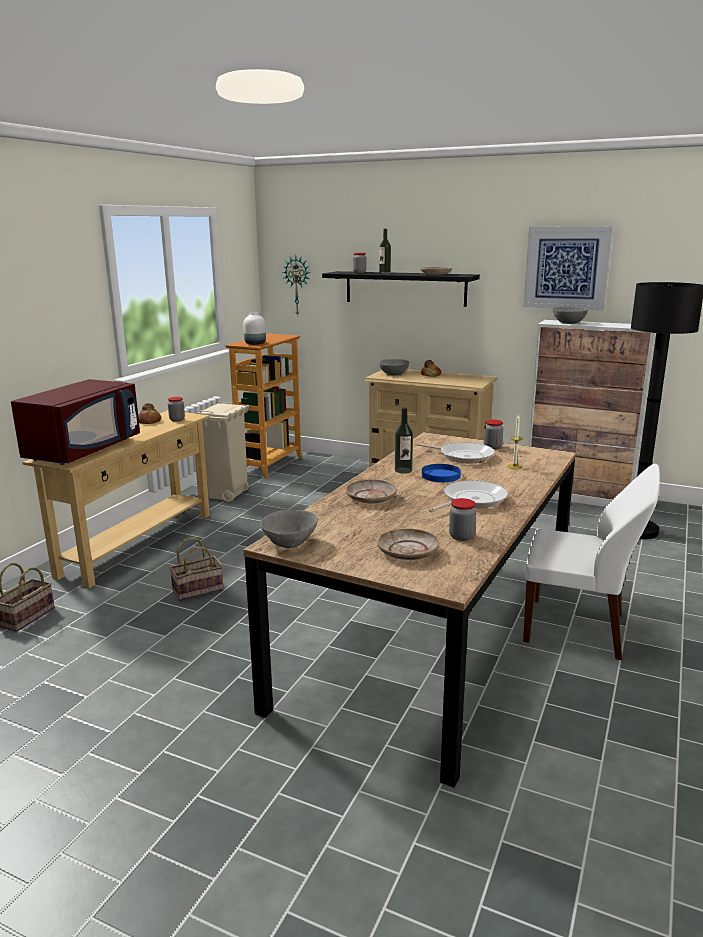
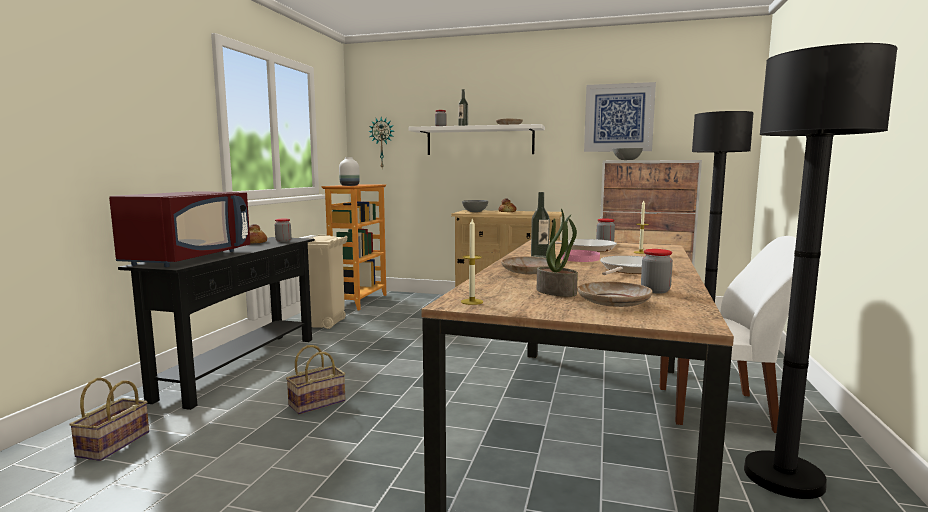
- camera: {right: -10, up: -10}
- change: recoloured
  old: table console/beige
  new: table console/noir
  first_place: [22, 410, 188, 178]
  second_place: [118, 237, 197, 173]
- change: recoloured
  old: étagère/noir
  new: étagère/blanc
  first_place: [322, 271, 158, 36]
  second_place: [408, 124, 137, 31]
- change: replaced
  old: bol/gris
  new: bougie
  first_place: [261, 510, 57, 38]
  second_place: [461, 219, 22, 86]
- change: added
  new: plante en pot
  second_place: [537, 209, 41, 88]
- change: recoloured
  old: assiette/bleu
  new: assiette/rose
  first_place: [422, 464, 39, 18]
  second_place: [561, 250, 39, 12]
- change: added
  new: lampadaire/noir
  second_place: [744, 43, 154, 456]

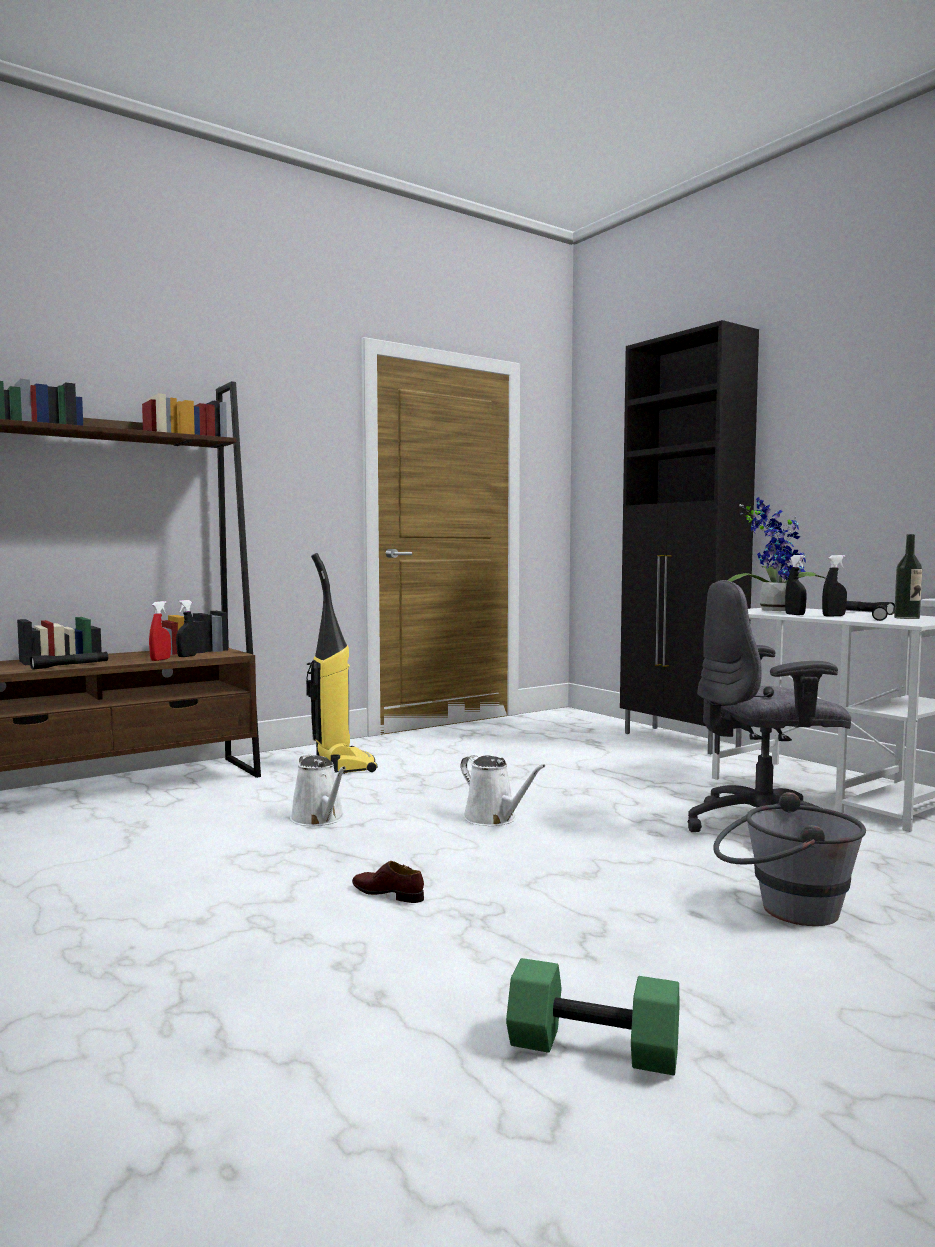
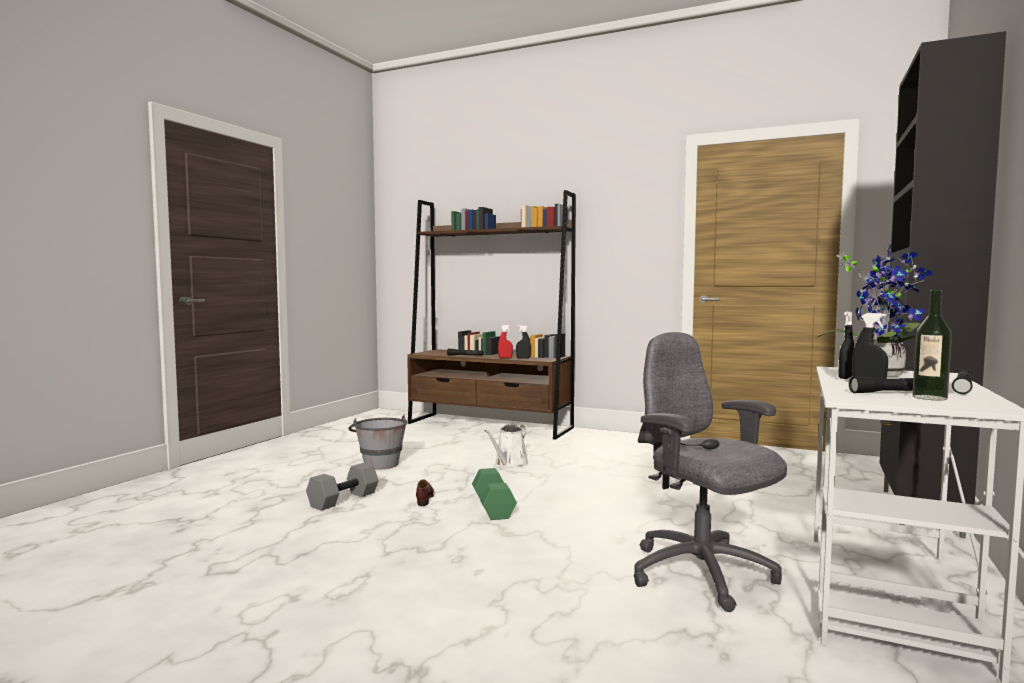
- camera: {right: 60, up: 0}
- change: added
  new: haltère/gris
  second_place: [306, 463, 72, 48]
- change: moved
  old: seau/gris
  first_place: [713, 792, 153, 134]
  second_place: [348, 414, 59, 56]
- change: moved
  old: haltère/vert
  first_place: [506, 958, 173, 118]
  second_place: [472, 468, 45, 52]
- change: removed
  old: aspirateur
  first_place: [306, 553, 72, 221]
- change: removed
  old: arrosoir/blanc
  first_place: [460, 755, 86, 71]

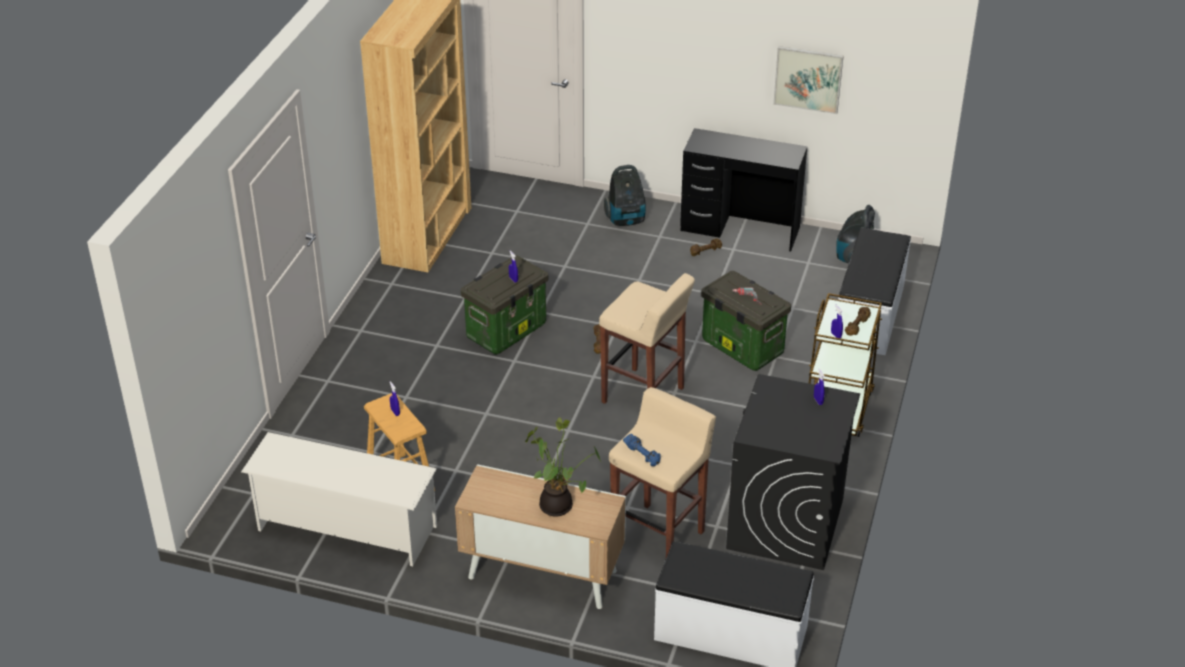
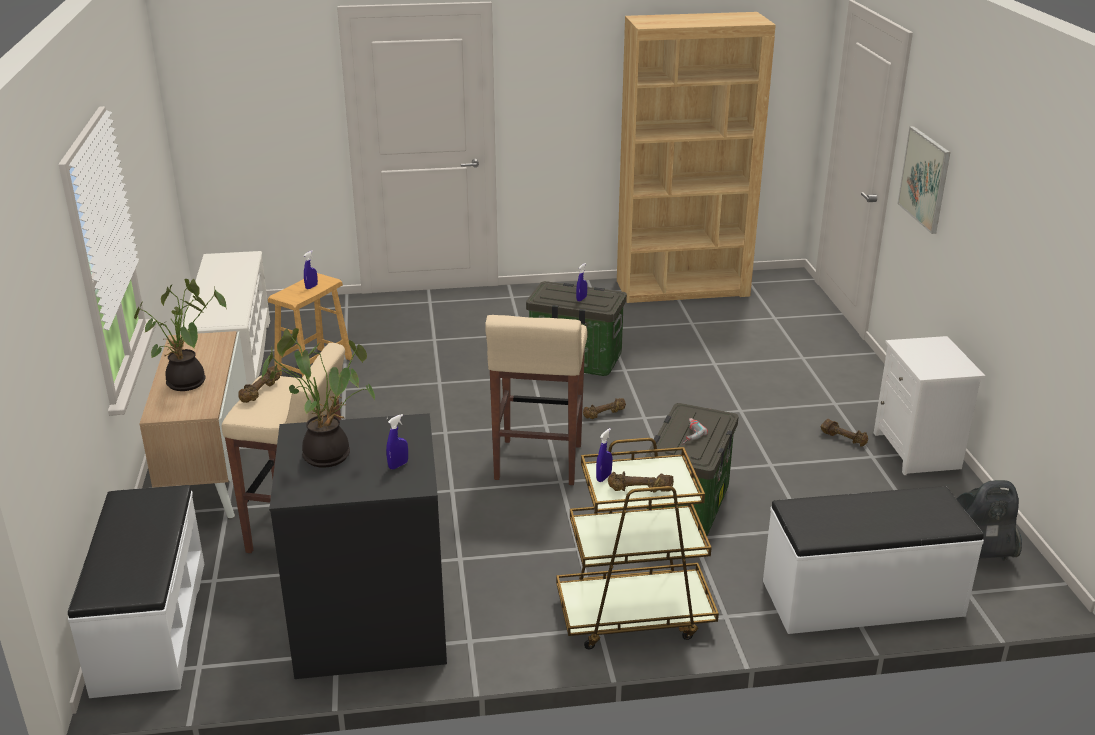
- camera: {right: 65, up: -10}
- change: recoloured
  old: haltère/bleu
  new: haltère/marron
  first_place: [623, 434, 38, 32]
  second_place: [238, 366, 42, 37]
- change: added
  new: plante en pot
  second_place: [262, 328, 113, 140]
- change: replaced
  old: bureau/noir
  new: table de chevet/blanc
  first_place: [680, 128, 127, 123]
  second_place: [874, 336, 111, 139]
- change: moved
  old: tableau
  first_place: [773, 46, 70, 68]
  second_place: [898, 126, 52, 108]
- change: removed
  old: aspirateur
  first_place: [604, 165, 42, 61]

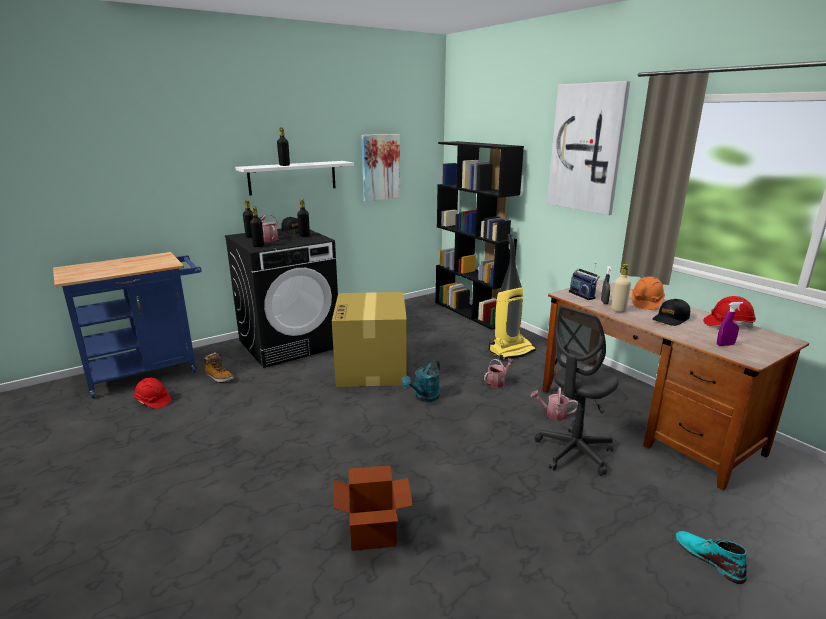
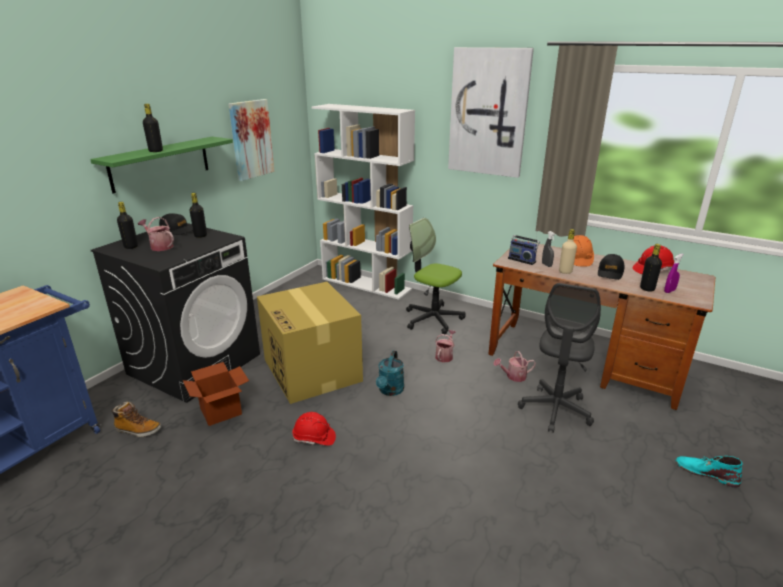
- camera: {right: -25, up: 5}
- change: recoloured
  old: étagère/blanc
  new: étagère/vert
  first_place: [235, 161, 119, 34]
  second_place: [90, 137, 143, 57]
- change: moved
  old: carton
  first_place: [333, 465, 80, 86]
  second_place: [183, 362, 66, 64]
- change: moved
  old: casque de chantier/rouge
  first_place: [134, 378, 37, 31]
  second_place: [292, 412, 44, 34]
- change: recoloured
  old: bibliothèque/noir
  new: bibliothèque/blanc
  first_place: [435, 141, 89, 189]
  second_place: [312, 104, 103, 196]
- change: replaced
  old: aspirateur
  new: chaise de bureau
  first_place: [489, 234, 47, 126]
  second_place: [406, 218, 60, 116]
- change: moved
  old: bouteille/noir
  first_place: [250, 207, 14, 40]
  second_place: [640, 244, 22, 48]

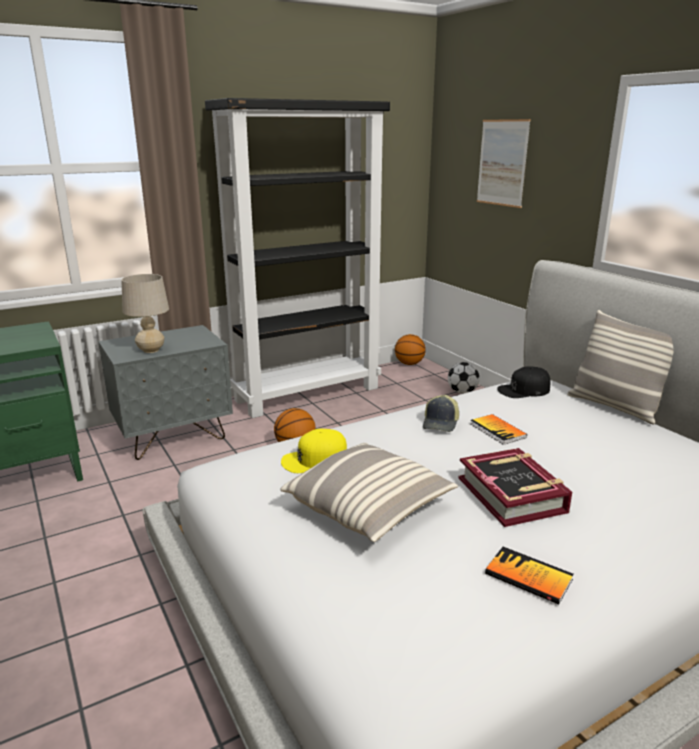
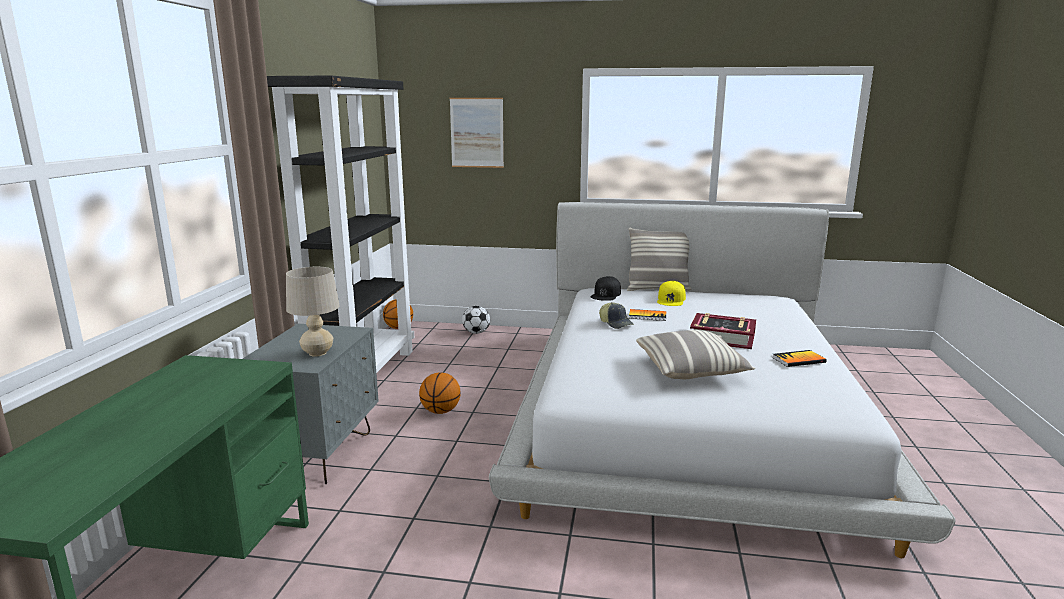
- camera: {right: -50, up: -5}
- change: moved
  old: casquette/jaune
  first_place: [281, 429, 66, 44]
  second_place: [657, 281, 29, 25]

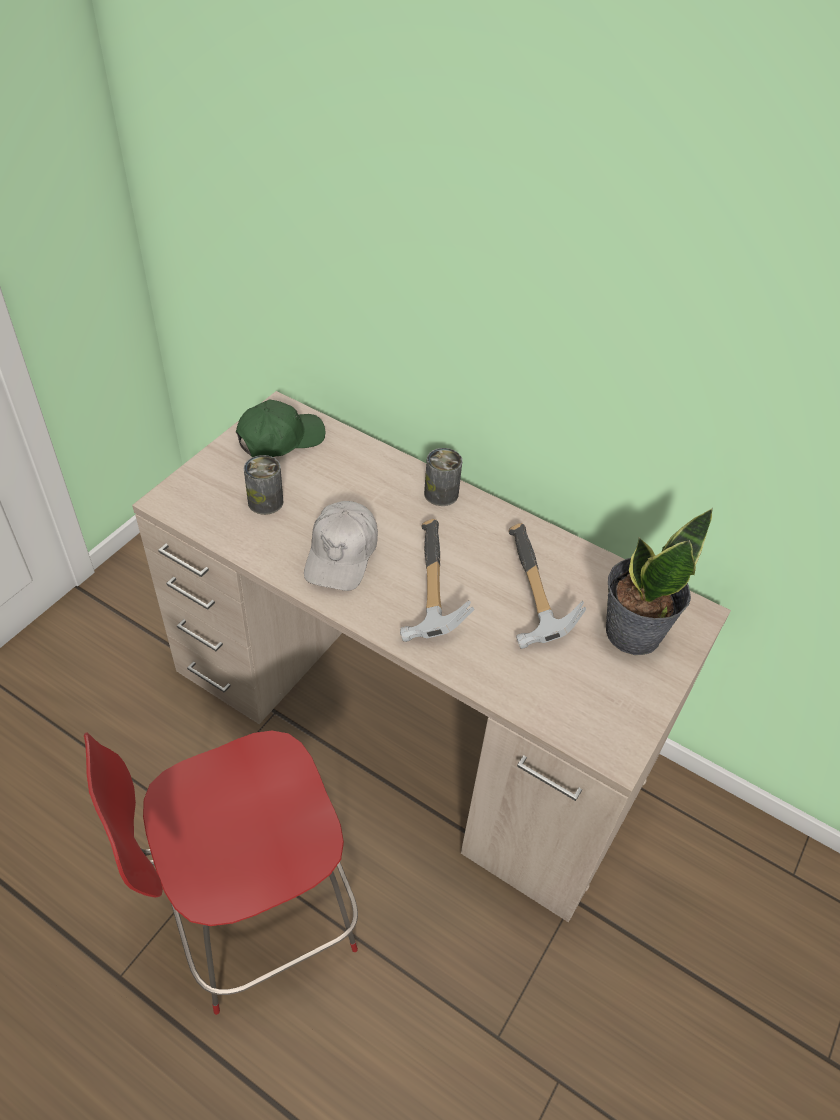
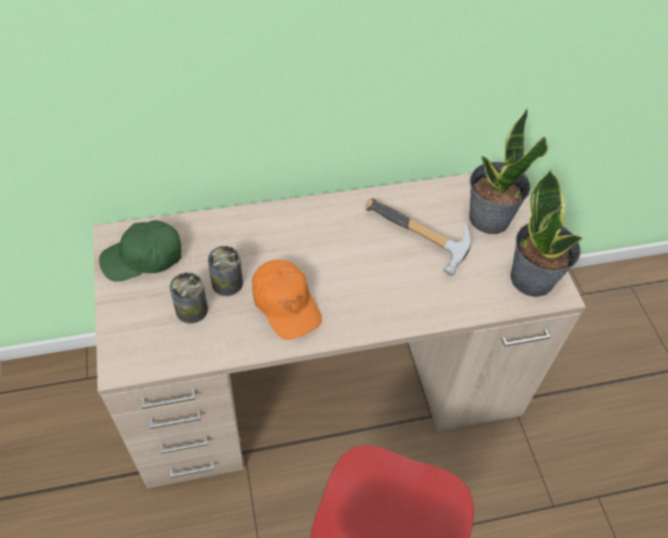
- camera: {right: -45, up: 5}
- change: turned
  old: casquette/vert
  first_place: [236, 399, 90, 58]
  second_place: [99, 220, 82, 62]
  degrees: -120
- change: moved
  old: boîte métallique
  first_place: [424, 448, 38, 58]
  second_place: [208, 246, 35, 50]
- change: recoloured
  old: casquette/blanc
  new: casquette/orange
  first_place: [304, 501, 74, 90]
  second_place: [252, 260, 70, 80]
- change: added
  new: plante en pot
  second_place: [510, 170, 73, 127]
- change: removed
  old: marteau
  first_place: [400, 519, 74, 123]

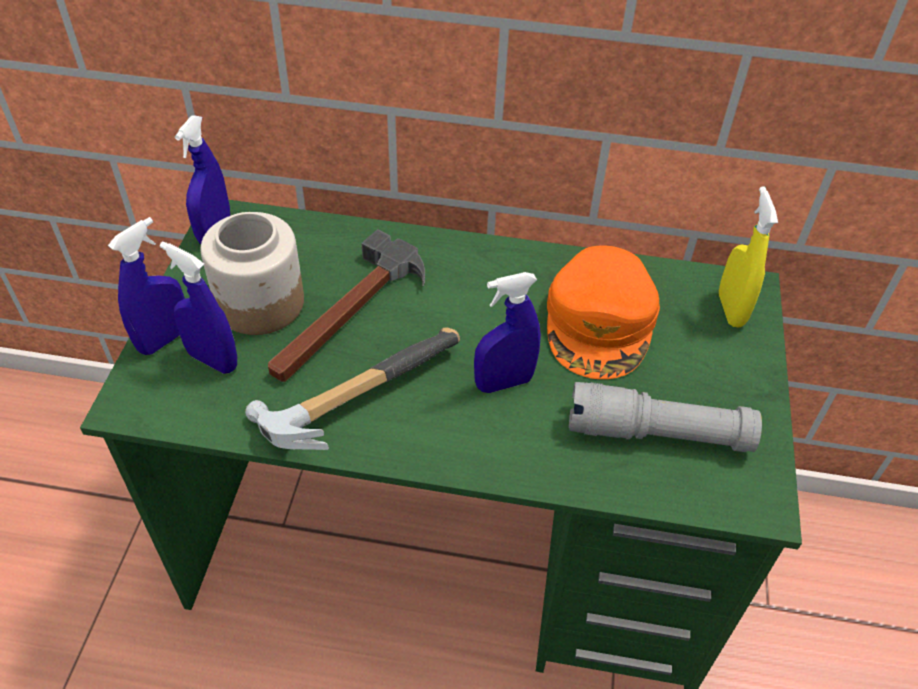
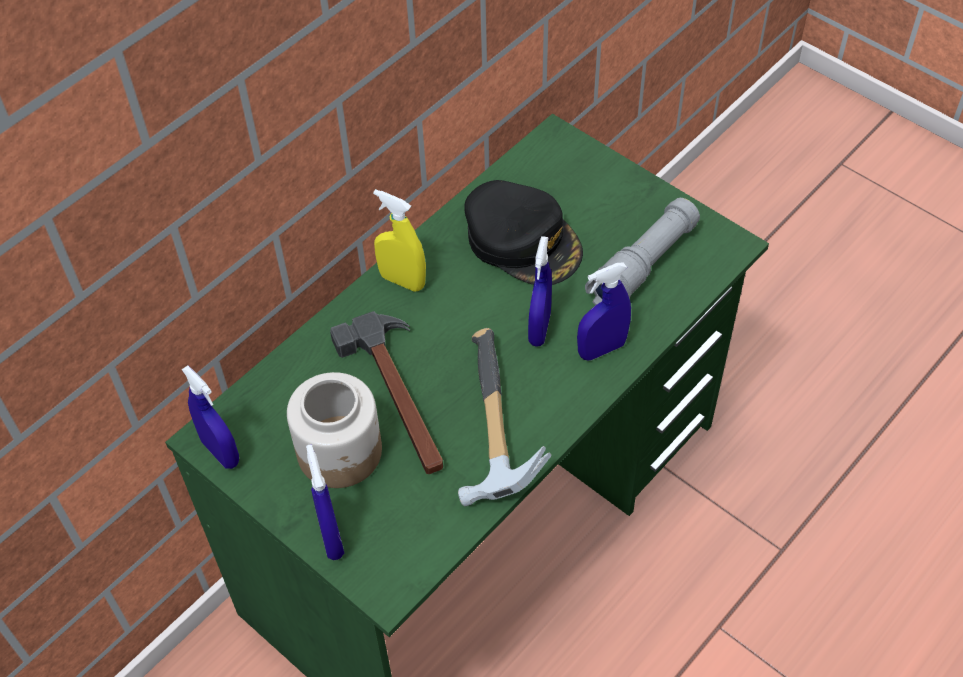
- camera: {right: -55, up: 5}
- change: moved
  old: vaporisateur/jaune
  first_place: [719, 186, 59, 141]
  second_place: [373, 189, 53, 103]
- change: recoloured
  old: casquette/orange
  new: casquette/noir
  first_place: [547, 246, 113, 133]
  second_place: [464, 180, 119, 105]
- change: moved
  old: vaporisateur/bleu
  first_place: [160, 241, 77, 133]
  second_place: [577, 262, 54, 98]

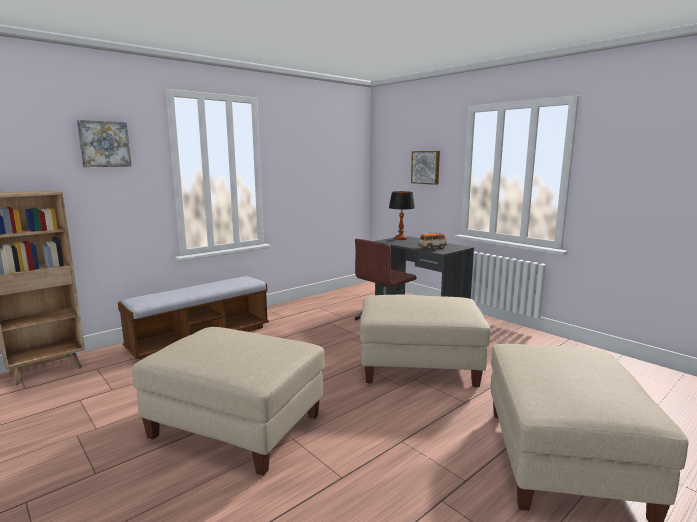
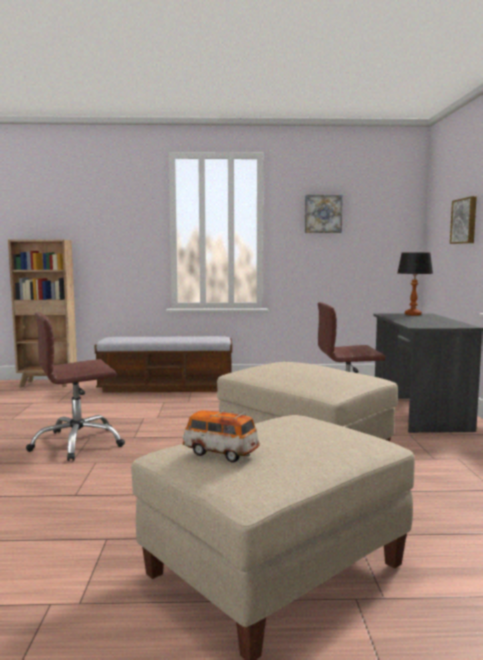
- camera: {right: 40, up: -5}
- change: replaced
  old: pouf/beige
  new: chaise de bureau/marron
  first_place: [132, 327, 192, 149]
  second_place: [26, 312, 99, 149]
- change: moved
  old: petite voiture
  first_place: [418, 232, 29, 18]
  second_place: [183, 410, 77, 53]
- change: moved
  old: tableau
  first_place: [77, 120, 54, 47]
  second_place: [305, 195, 38, 38]

